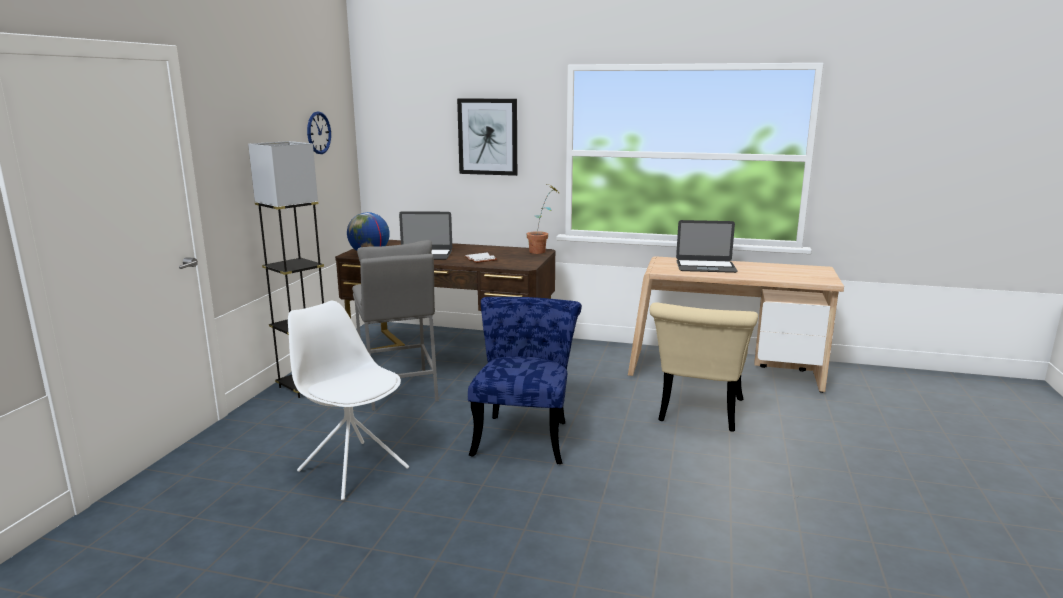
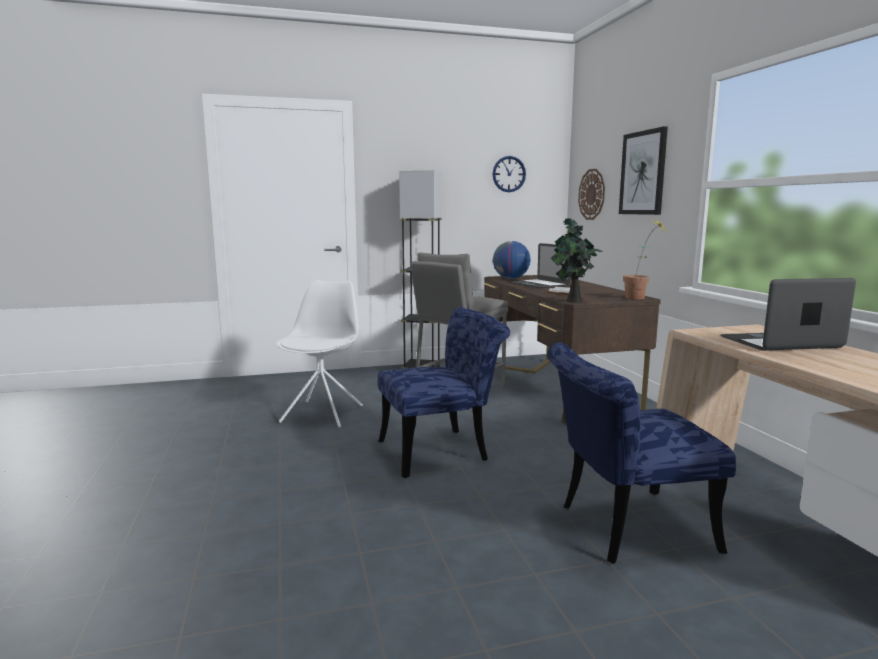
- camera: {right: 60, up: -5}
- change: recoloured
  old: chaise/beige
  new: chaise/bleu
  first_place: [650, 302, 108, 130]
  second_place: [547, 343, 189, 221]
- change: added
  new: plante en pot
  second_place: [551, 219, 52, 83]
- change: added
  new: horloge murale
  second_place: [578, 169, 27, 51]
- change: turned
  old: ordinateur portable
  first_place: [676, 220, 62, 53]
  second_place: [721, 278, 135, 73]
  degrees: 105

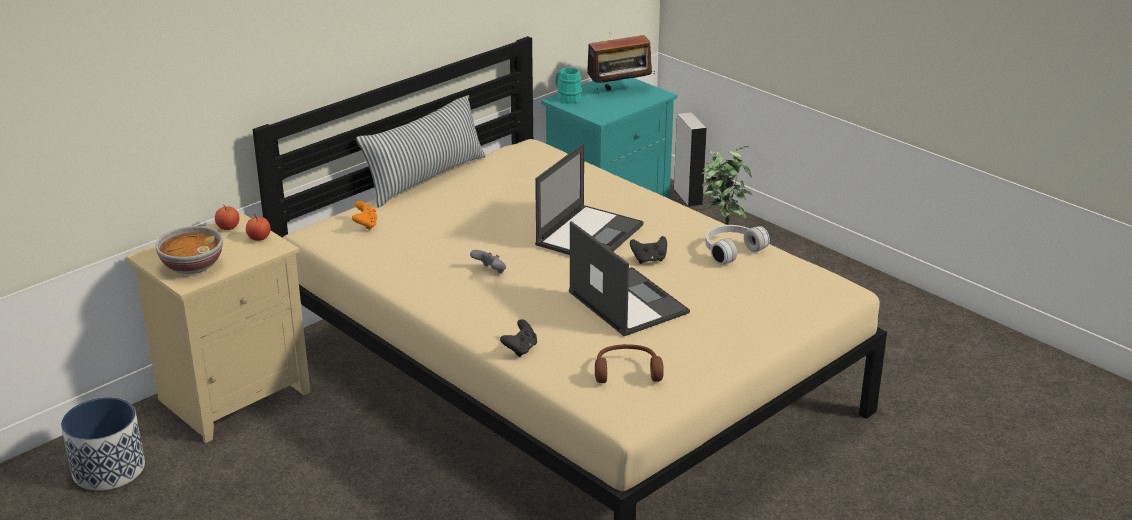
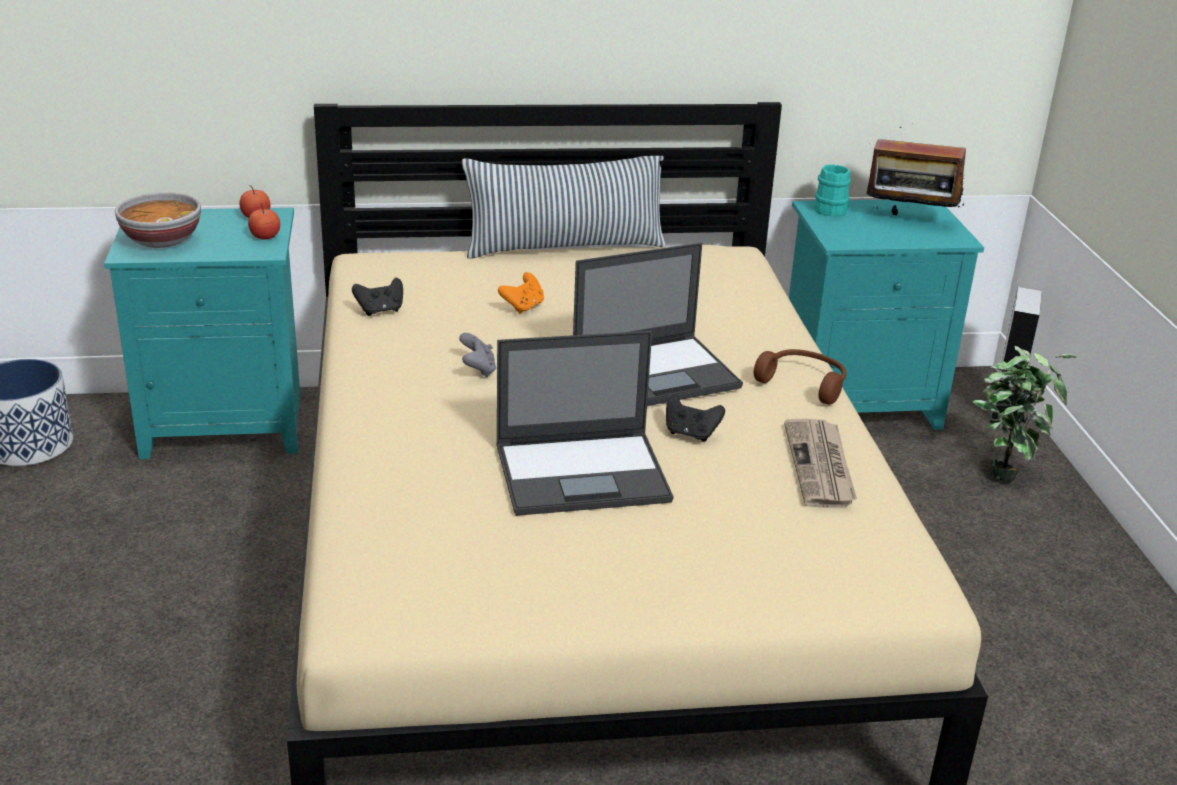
- camera: {right: 35, up: 0}
- change: recoloured
  old: table de chevet/beige
  new: table de chevet/turquoise
  first_place: [126, 212, 185, 231]
  second_place: [104, 208, 196, 251]
- change: moved
  old: manette/noir
  first_place: [500, 319, 37, 38]
  second_place: [352, 277, 51, 39]
- change: turned
  old: ordinateur portable
  first_place: [569, 221, 121, 115]
  second_place: [496, 331, 178, 185]
  degrees: 75
- change: moved
  old: manette/orange
  first_place: [352, 201, 25, 29]
  second_place: [498, 272, 46, 42]
- change: moved
  old: casque audio/marron
  first_place: [595, 344, 69, 39]
  second_place: [754, 349, 93, 56]
- change: replaced
  old: casque audio/blanc
  new: journal
  first_place: [705, 225, 65, 40]
  second_place: [784, 419, 73, 88]

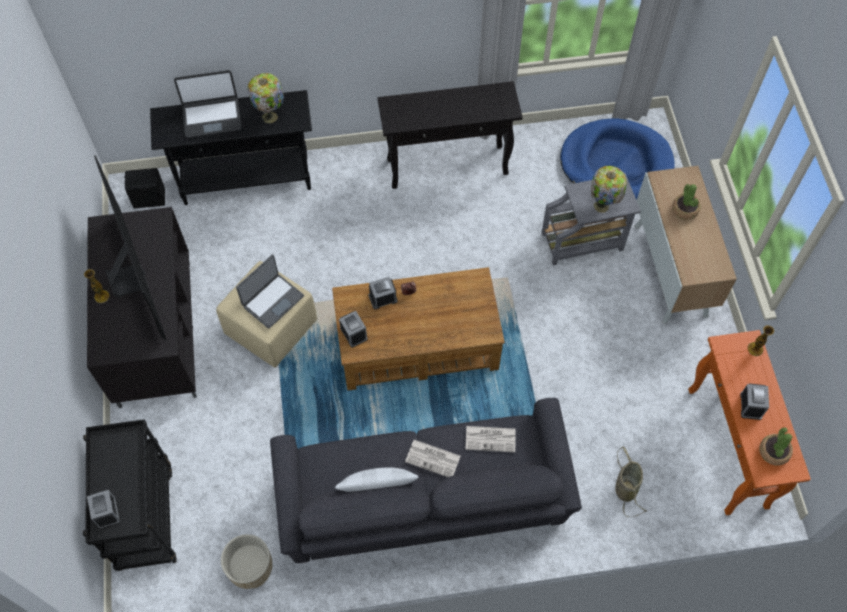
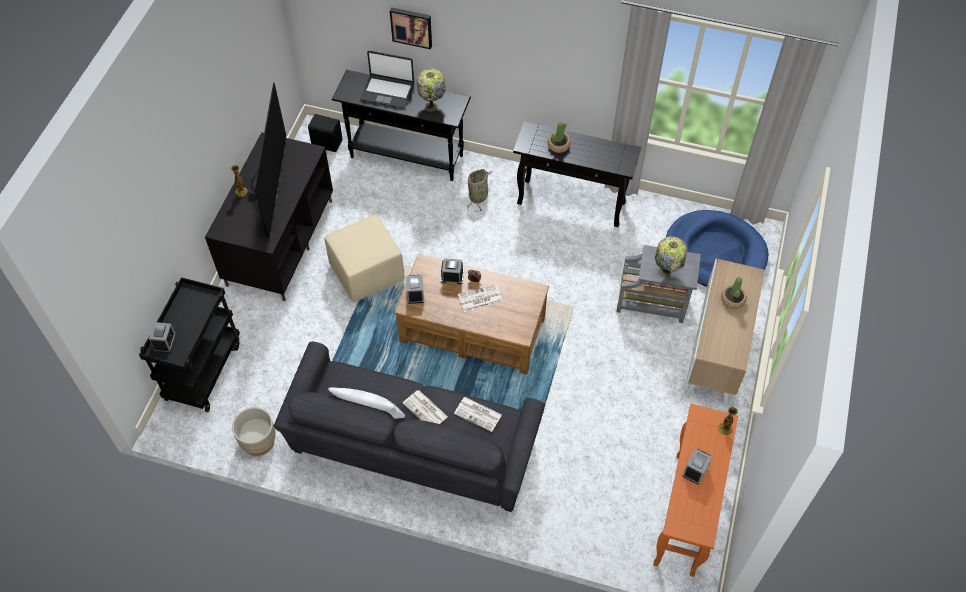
- camera: {right: 25, up: -5}
- change: added
  new: tableau
  second_place: [390, 7, 42, 42]
- change: added
  new: journal
  second_place: [458, 284, 45, 28]
- change: moved
  old: panier
  first_place: [615, 446, 33, 71]
  second_place: [467, 169, 25, 43]
- change: moved
  old: plante en pot
  first_place: [759, 427, 34, 39]
  second_place: [548, 122, 22, 31]
- change: removed
  old: ordinateur portable
  first_place: [236, 255, 68, 74]

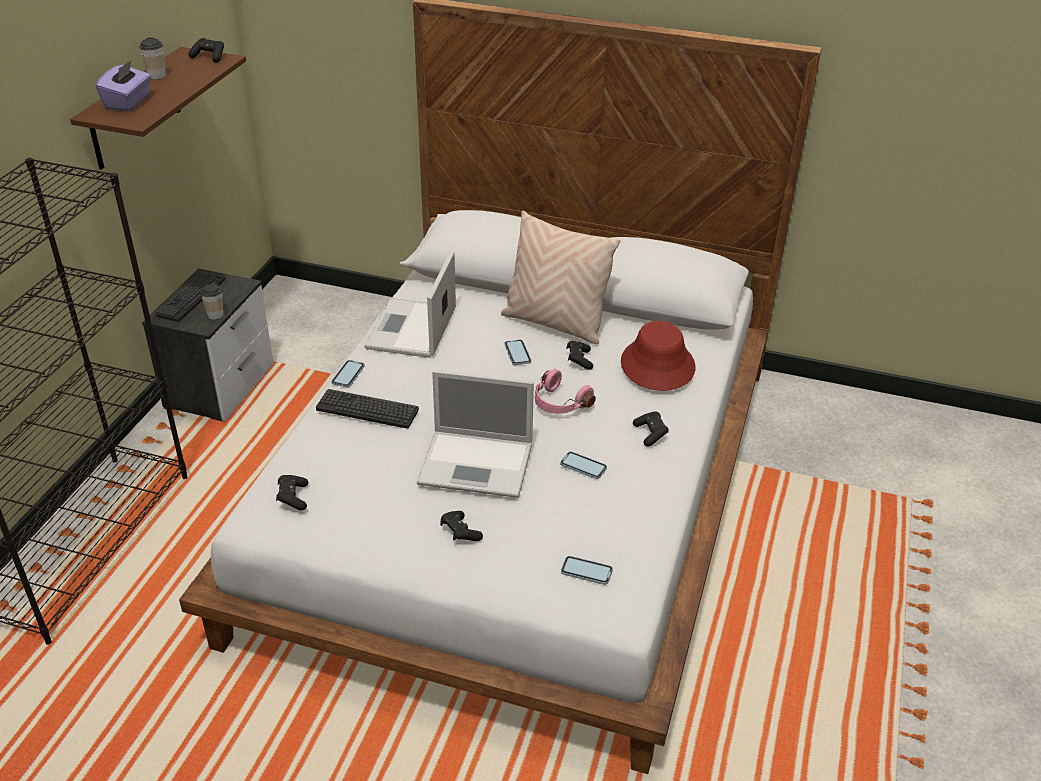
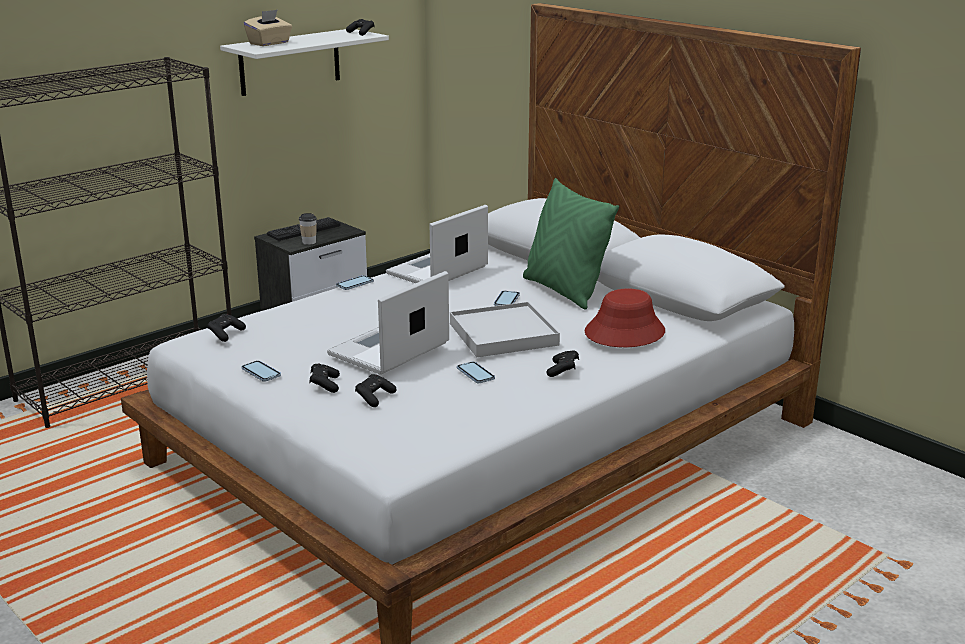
- camera: {right: 30, up: -15}
- change: recoloured
  old: étagère/marron
  new: étagère/blanc
  first_place: [70, 47, 176, 123]
  second_place: [220, 29, 169, 67]
- change: moved
  old: téléphone
  first_place: [561, 556, 52, 29]
  second_place: [241, 361, 40, 21]
- change: recoloured
  old: boîte à mouchoirs/violet
  new: boîte à mouchoirs/beige
  first_place: [96, 60, 55, 52]
  second_place: [244, 10, 48, 36]
- change: turned
  old: ordinateur portable
  first_place: [417, 370, 117, 128]
  second_place: [327, 271, 122, 104]
  degrees: 90
- change: moved
  old: manette/noir
  first_place: [566, 341, 27, 29]
  second_place: [355, 374, 42, 33]
- change: replaced
  old: casque audio/rose
  new: plateau/blanc
  first_place: [535, 369, 61, 45]
  second_place: [450, 302, 110, 55]
- change: recoloured
  old: coussin/beige
  new: coussin/vert
  first_place: [501, 210, 119, 134]
  second_place: [523, 178, 96, 132]
- change: removed
  old: tasse
  first_place: [139, 37, 27, 42]
- change: removed
  old: clavier
  first_place: [316, 389, 103, 40]

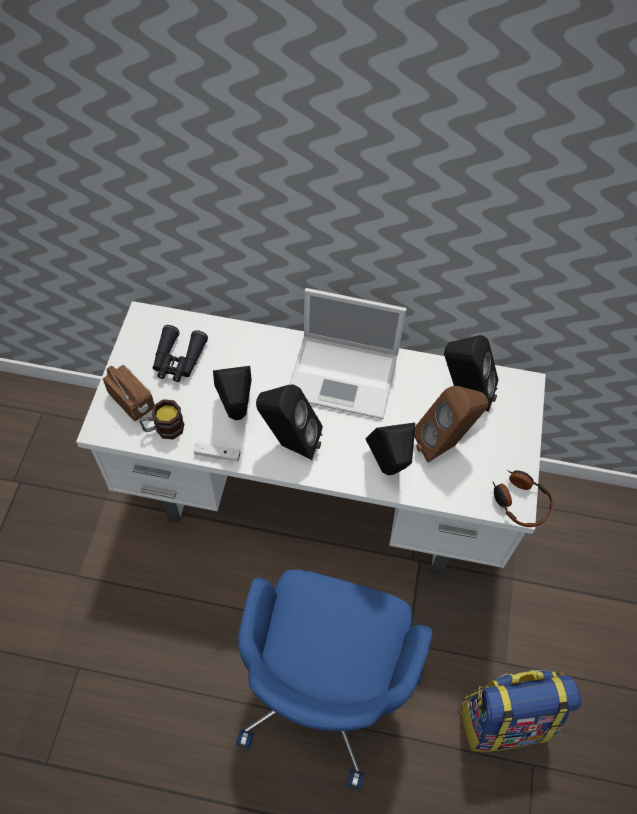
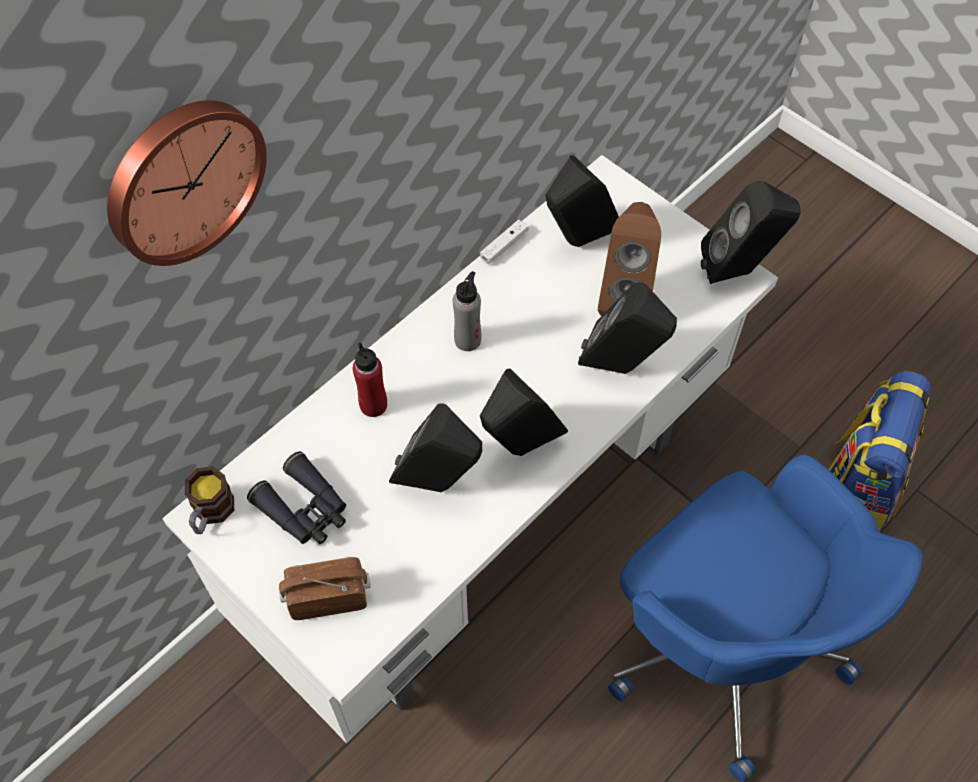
- camera: {right: -55, up: 0}
- change: added
  new: horloge murale
  second_place: [107, 100, 160, 166]
- change: moved
  old: mug
  first_place: [140, 399, 44, 41]
  second_place: [185, 466, 49, 68]
- change: added
  new: bouteille/rouge
  second_place: [353, 342, 34, 75]
- change: replaced
  old: ordinateur portable
  new: bouteille/gris
  first_place: [289, 288, 118, 131]
  second_place: [453, 271, 29, 80]
- change: moved
  old: manette/blanc
  first_place: [194, 442, 46, 20]
  second_place: [480, 219, 48, 45]
- change: replaced
  old: casque audio
  new: enceinte/noir
  first_place: [493, 470, 61, 57]
  second_place: [701, 181, 100, 103]

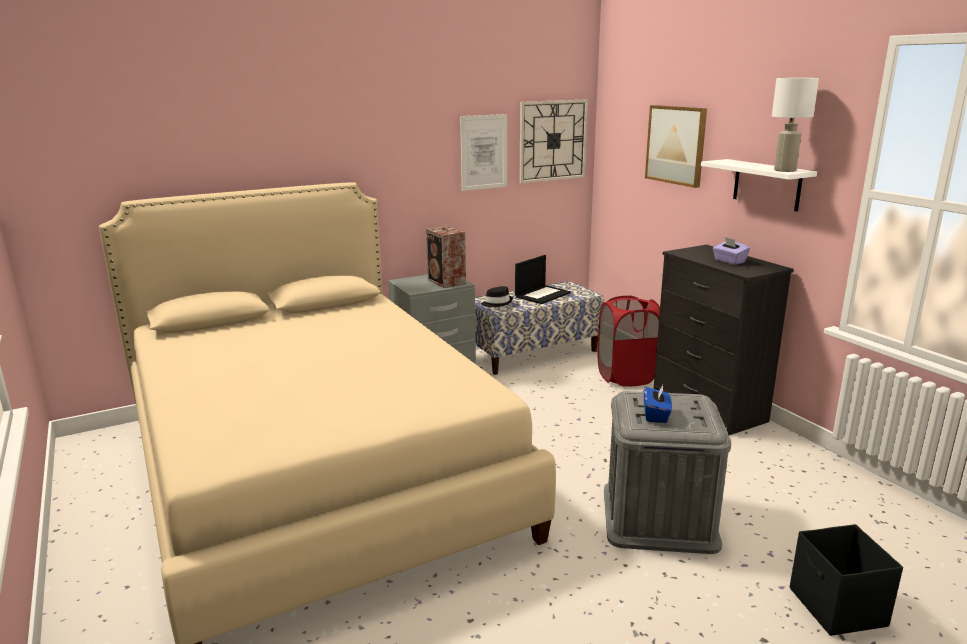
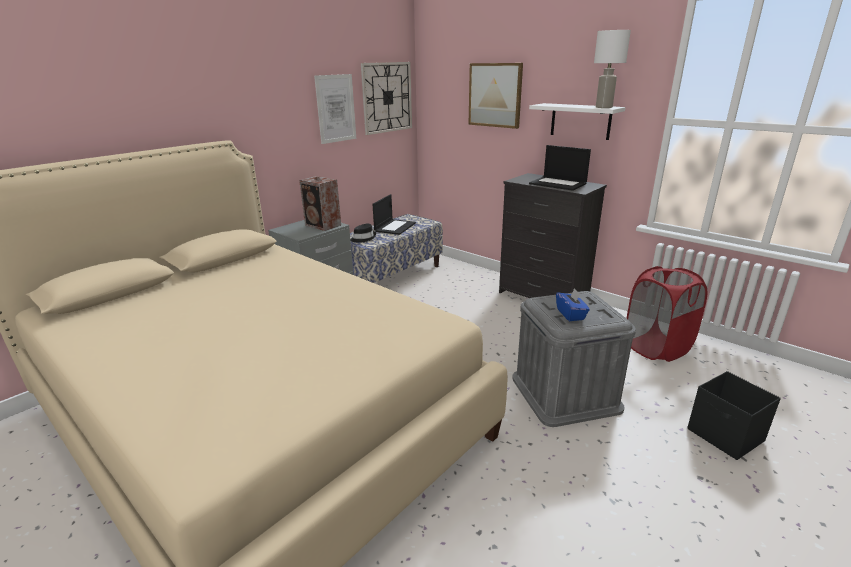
- camera: {right: -20, up: 5}
- change: replaced
  old: boîte à mouchoirs/violet
  new: ordinateur portable
  first_place: [713, 237, 37, 28]
  second_place: [529, 145, 62, 46]
- change: moved
  old: panier à linge/rouge
  first_place: [597, 295, 63, 92]
  second_place: [626, 266, 81, 96]

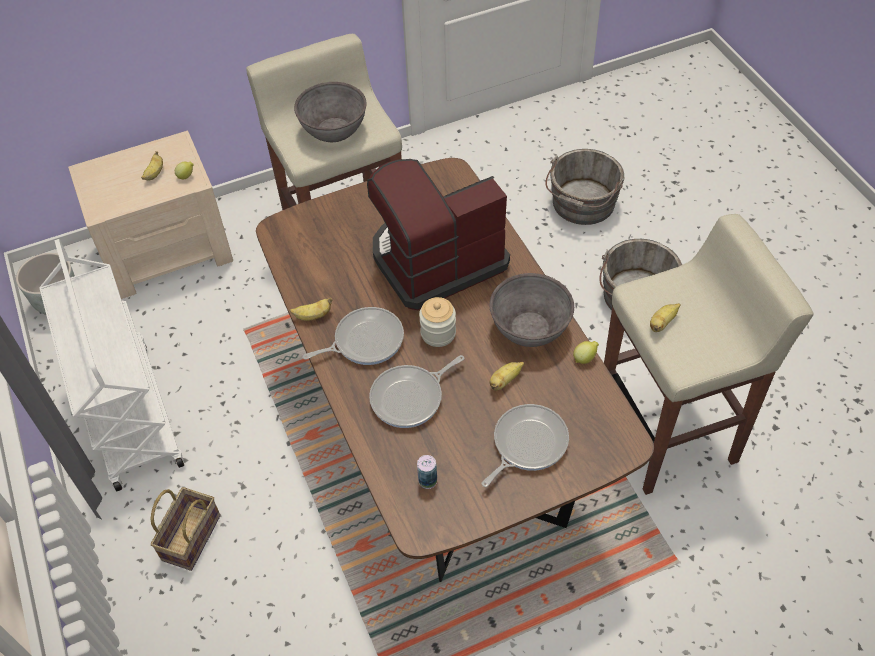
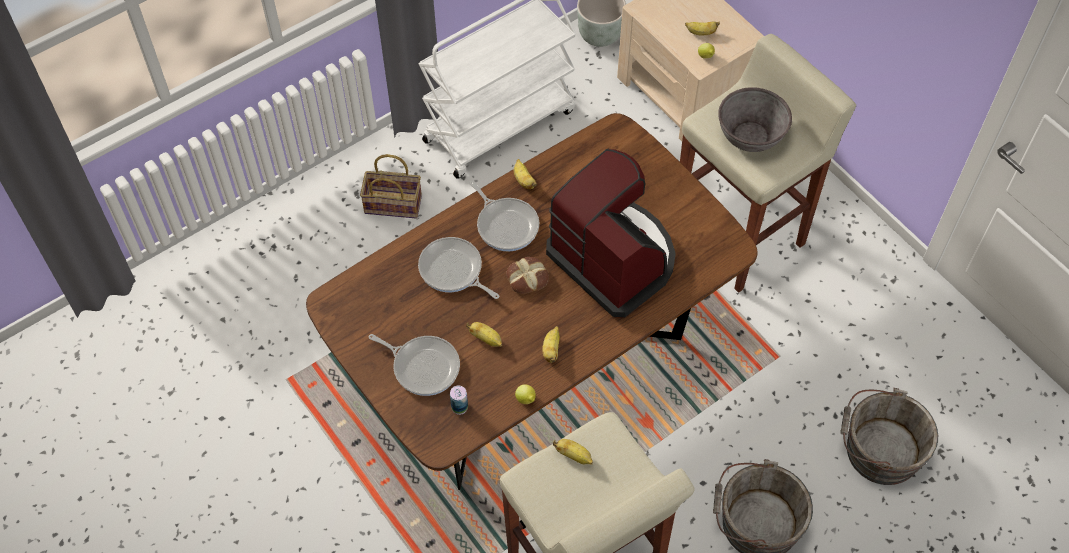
- camera: {right: 75, up: 5}
- change: moved
  old: boîte métallique
  first_place: [417, 455, 20, 34]
  second_place: [450, 385, 18, 30]
- change: replaced
  old: bocal
  new: pain
  first_place: [419, 297, 37, 50]
  second_place: [506, 257, 43, 37]
- change: replaced
  old: bol/gris
  new: banane
  first_place: [490, 273, 84, 74]
  second_place: [542, 326, 18, 37]

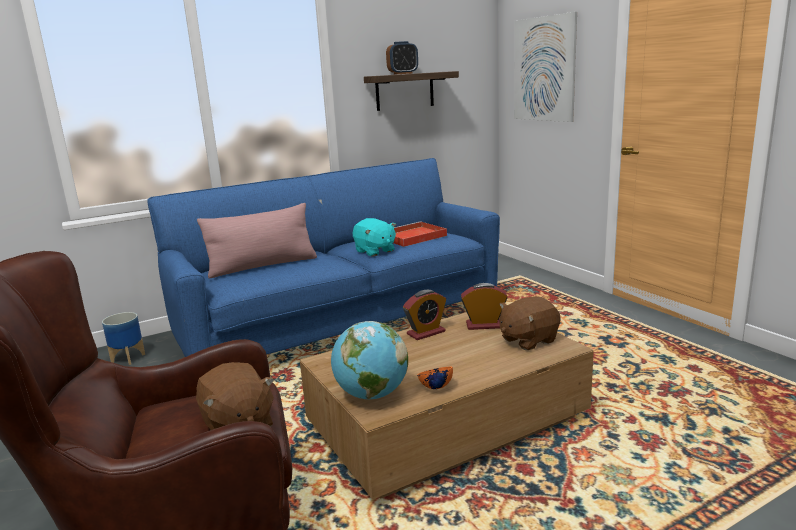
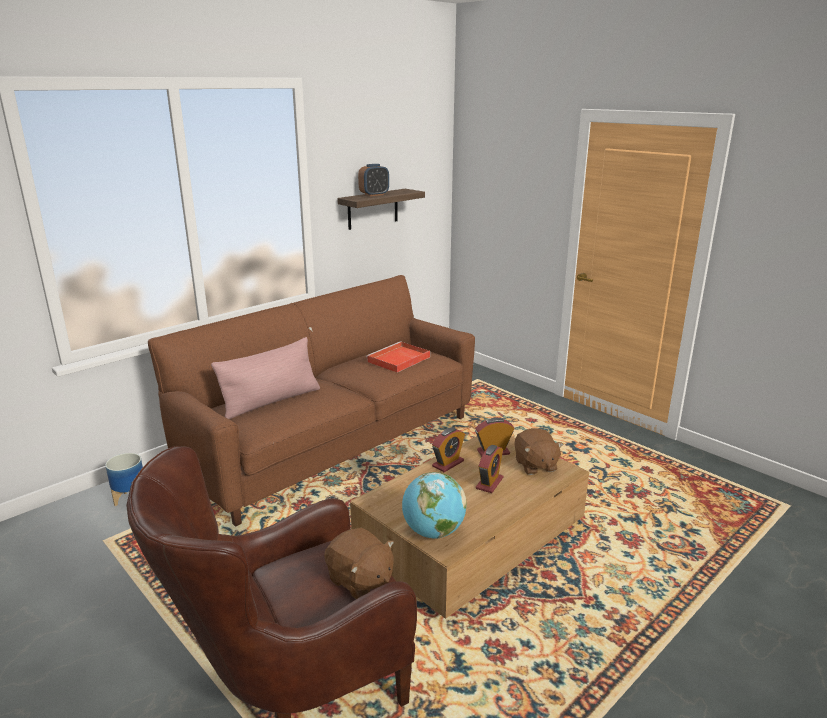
- camera: {right: -15, up: 5}
- change: recoloured
  old: canapé/bleu
  new: canapé/marron
  first_place: [147, 158, 353, 199]
  second_place: [148, 275, 327, 252]
- change: added
  new: réveil
  second_place: [476, 445, 27, 48]
- change: turned
  old: peluche/marron
  first_place: [499, 296, 62, 54]
  second_place: [514, 428, 50, 47]
  degrees: -60
- change: removed
  old: peluche/turquoise
  first_place: [352, 218, 44, 38]
- change: removed
  old: bol/orange
  first_place: [417, 367, 36, 22]
- change: removed
  old: tableau
  first_place: [514, 12, 63, 110]

